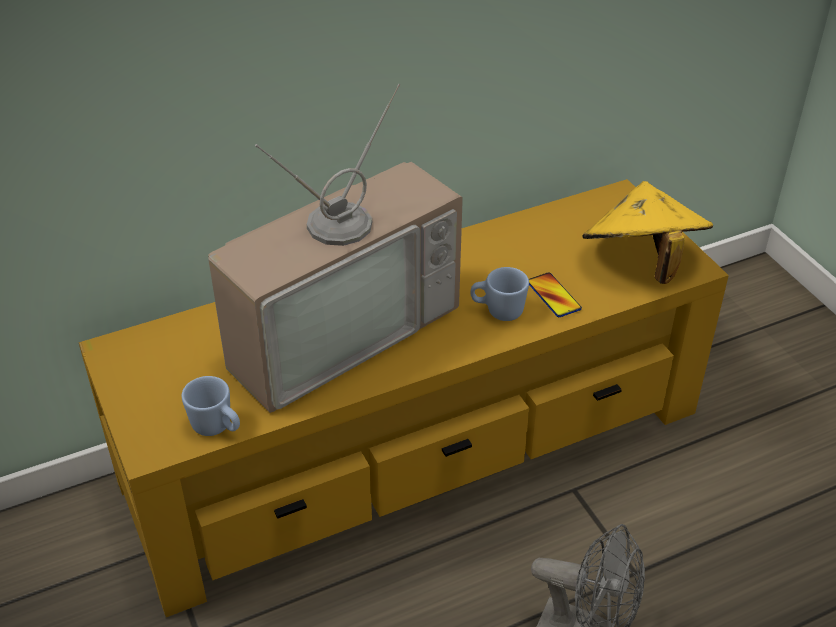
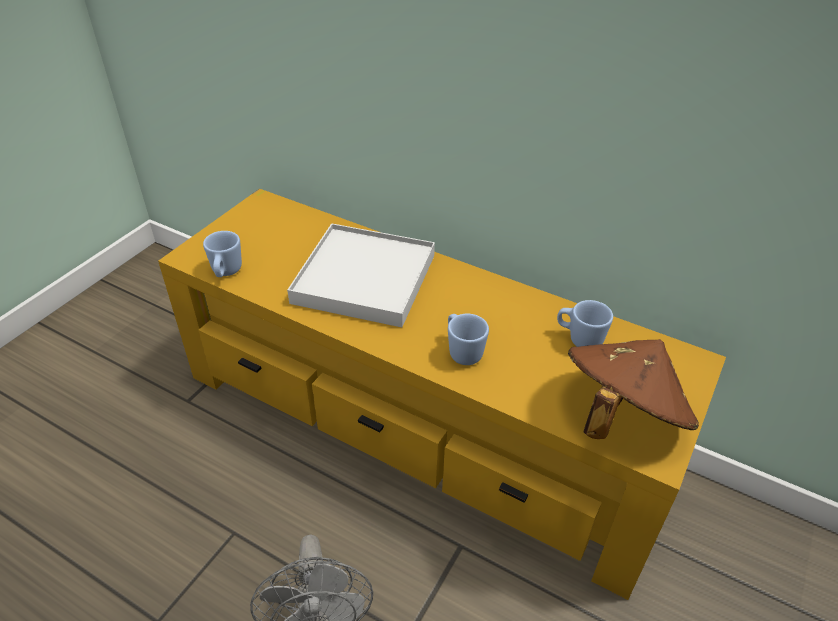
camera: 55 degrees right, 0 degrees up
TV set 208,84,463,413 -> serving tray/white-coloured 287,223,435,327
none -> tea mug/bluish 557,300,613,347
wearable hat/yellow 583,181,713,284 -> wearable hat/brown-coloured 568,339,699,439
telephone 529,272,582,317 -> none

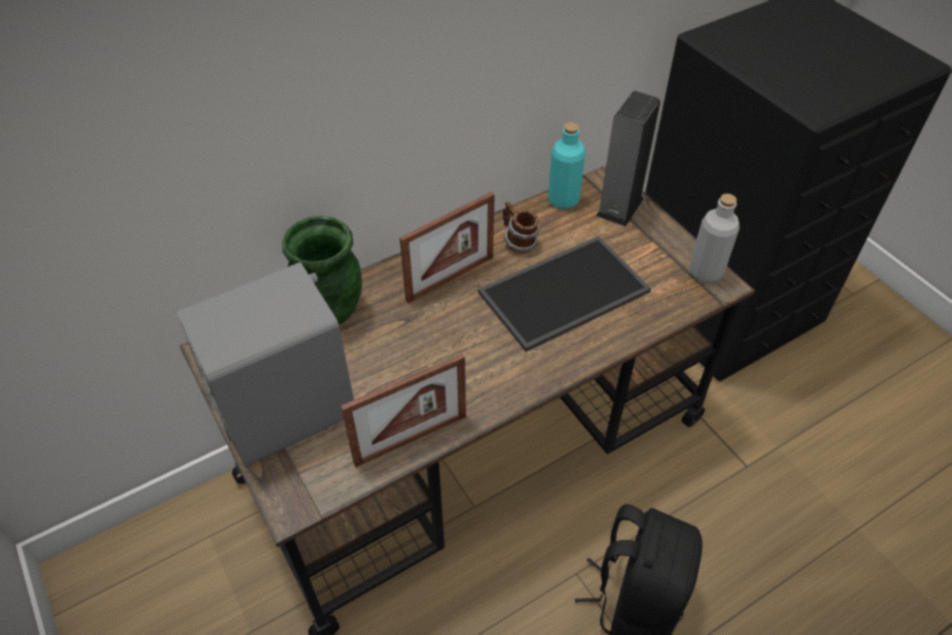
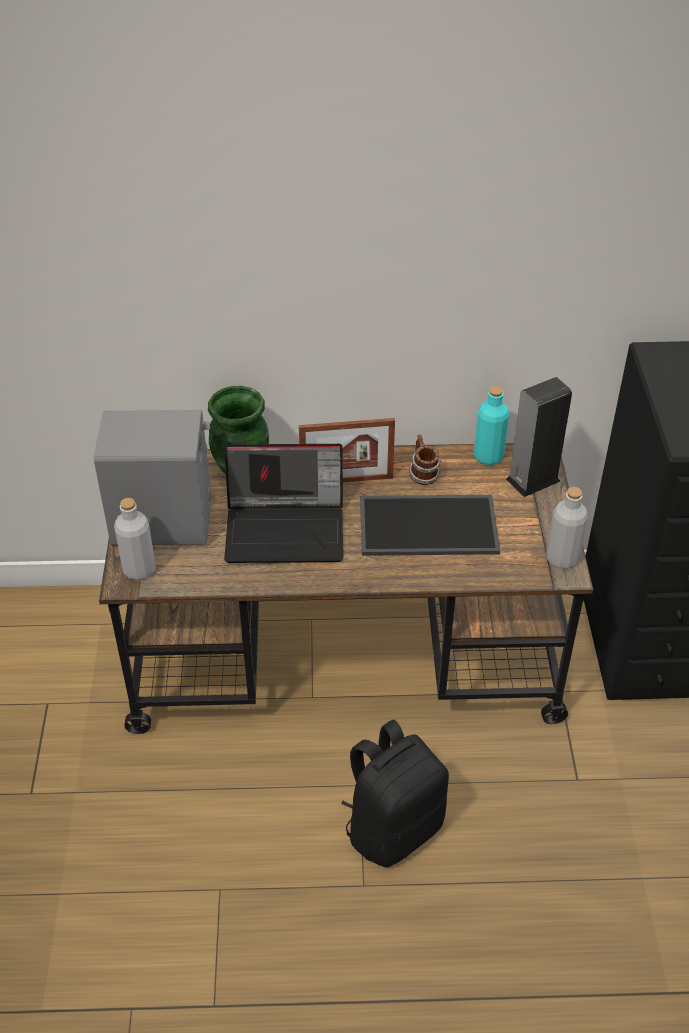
camera: 30 degrees right, 5 degrees down
none -> beverage bottle/gray 114,498,156,580
none -> notebook computer 224,444,343,563
photo frame 341,354,466,467 -> none

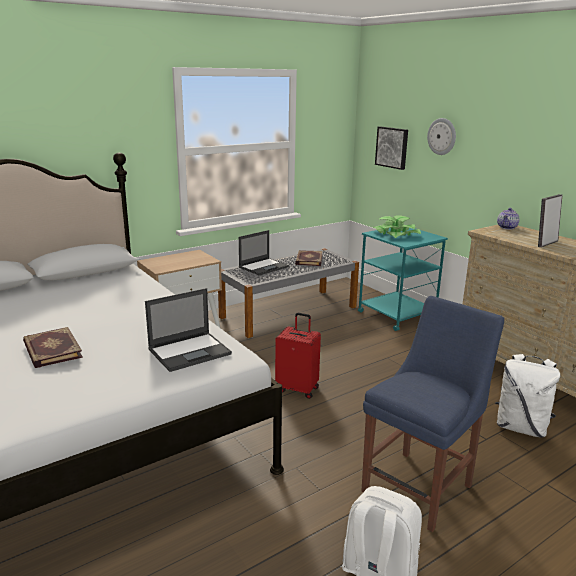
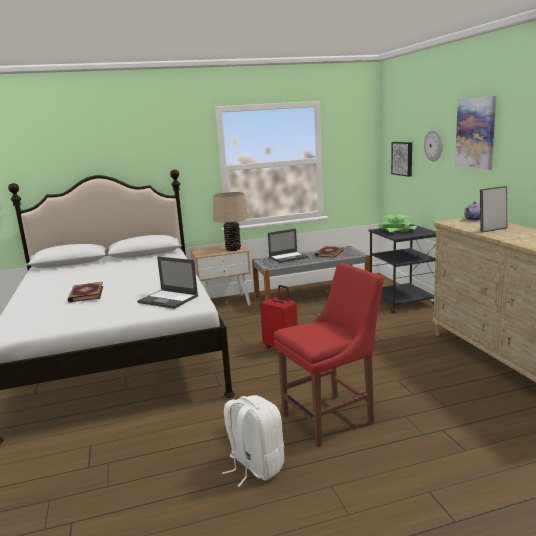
camera: 20 degrees right, 5 degrees down
notebook computer 145,288,232,372 -> notebook computer 137,256,198,309, 45 degrees clockwise
none -> lamp for a table/beige-coloured 213,192,248,251
upright chair/bluish 361,296,504,532 -> upright chair/red 274,263,384,447
trolley/turquoise-coloured 358,228,448,331 -> trolley/black 368,224,436,313
none -> wall picture 455,96,496,170
knapsack/white-coloured 495,354,560,438 -> none

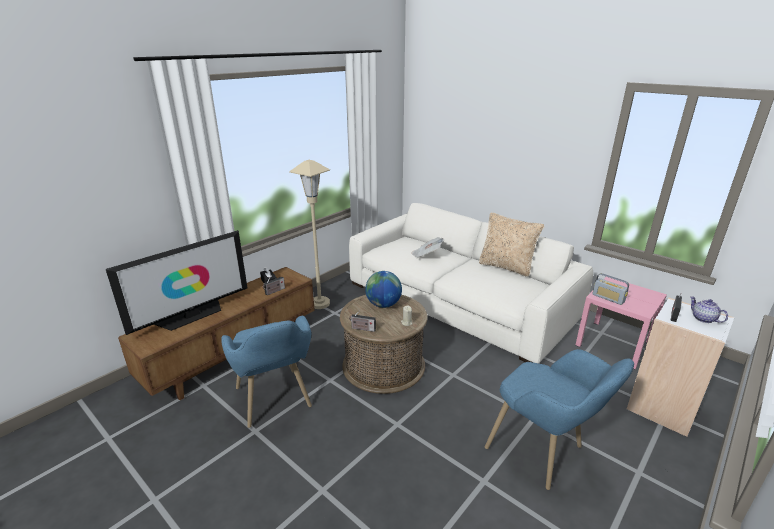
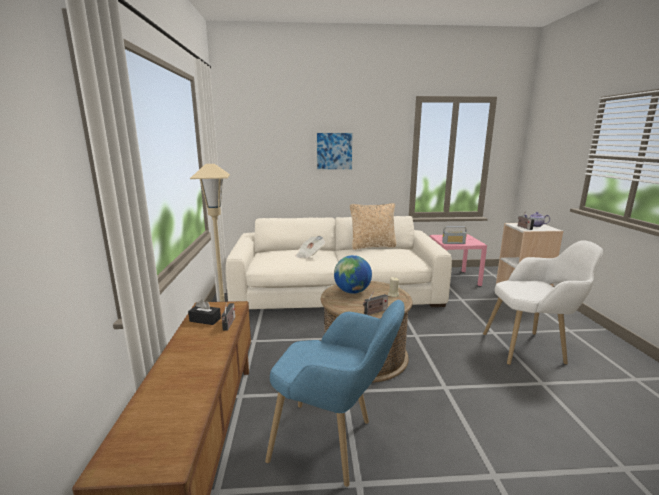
camera: 45 degrees left, 10 degrees down
none -> wall picture 316,132,354,171
armchair/bluish 485,349,634,490 -> armchair/white-coloured 483,240,603,365
TV set 106,230,247,335 -> none

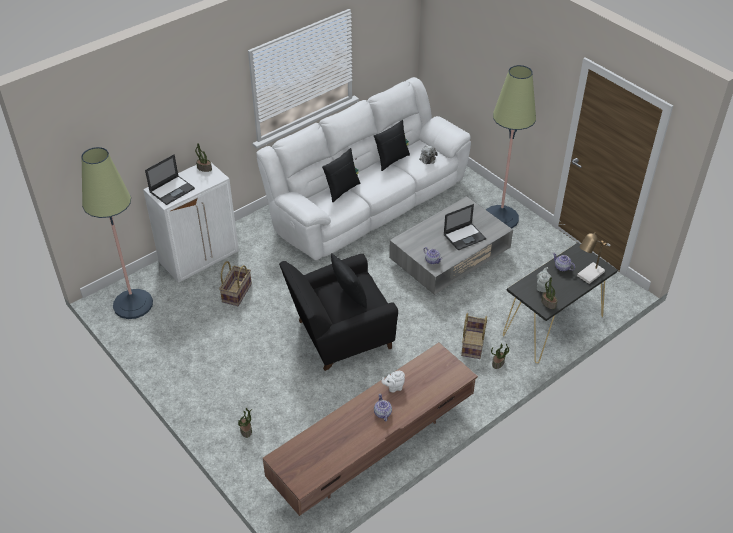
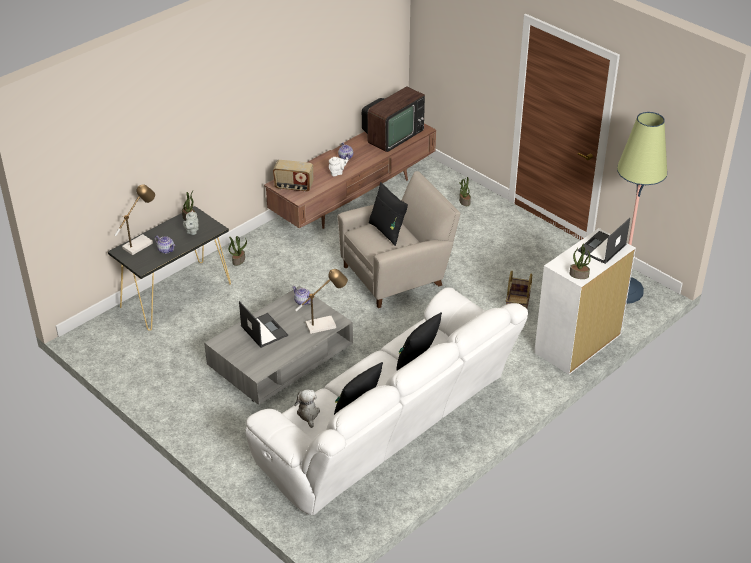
camera: 175 degrees right, 5 degrees down
notebook computer 443,204,486,251 -> notebook computer 239,301,288,348, 90 degrees clockwise
none -> radio set 273,160,313,192
none -> lamp for a table 295,269,348,334
armchair/black 279,254,398,371 -> armchair/beige-coloured 337,171,461,308
none -> TV set 362,86,425,152
basket 461,313,487,359 -> none
floor lamp 486,65,536,228 -> none

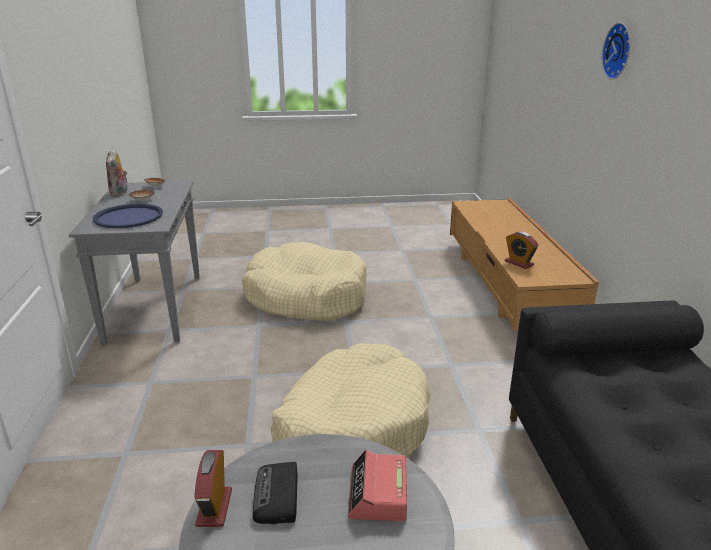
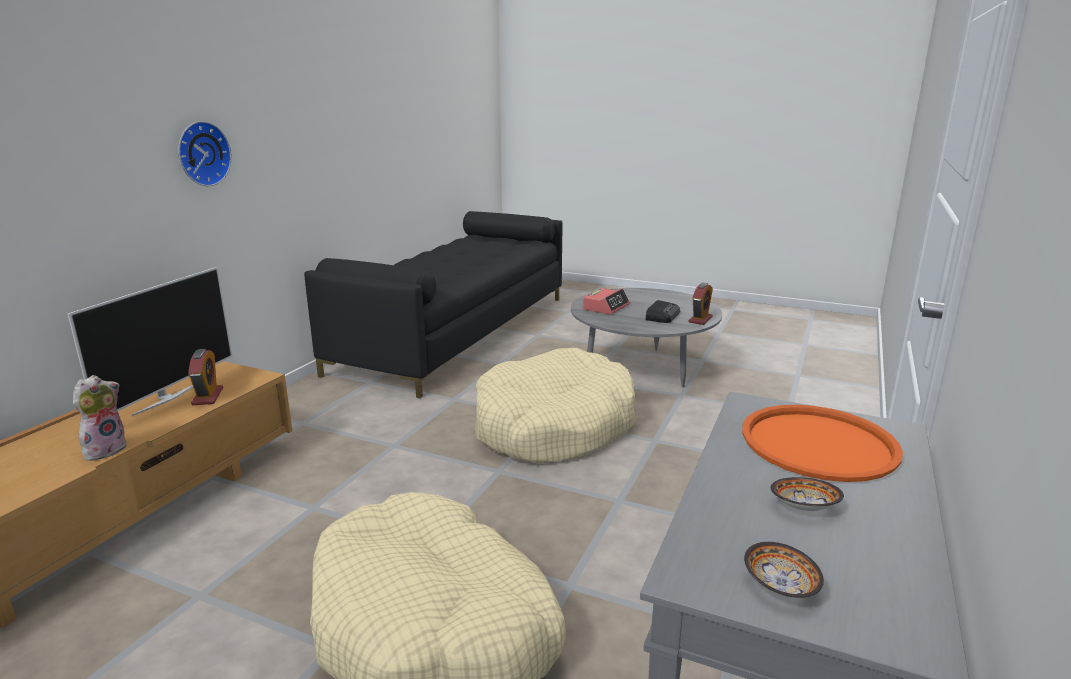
camera: 150 degrees left, 5 degrees down
none -> TV set 68,267,233,416
cuddly toy 106,148,127,197 -> cuddly toy 73,375,127,461, moved
clock on the wall 602,23,630,79 -> clock on the wall 178,121,232,186, moved
serving tray/bluish 93,204,163,228 -> serving tray/orange-coloured 742,405,903,482

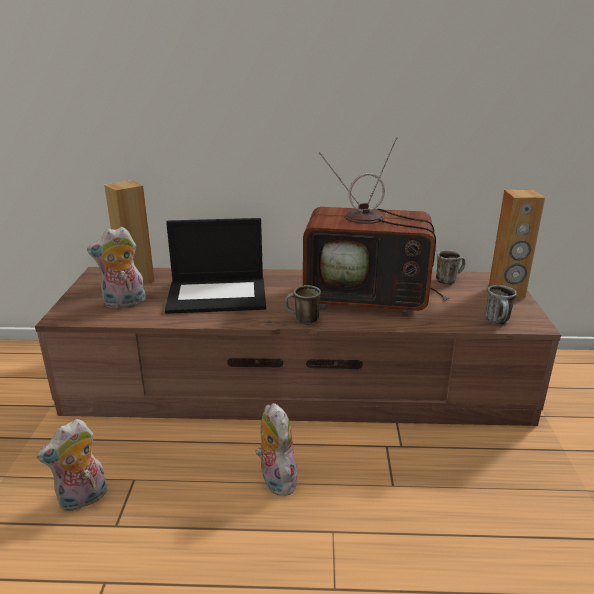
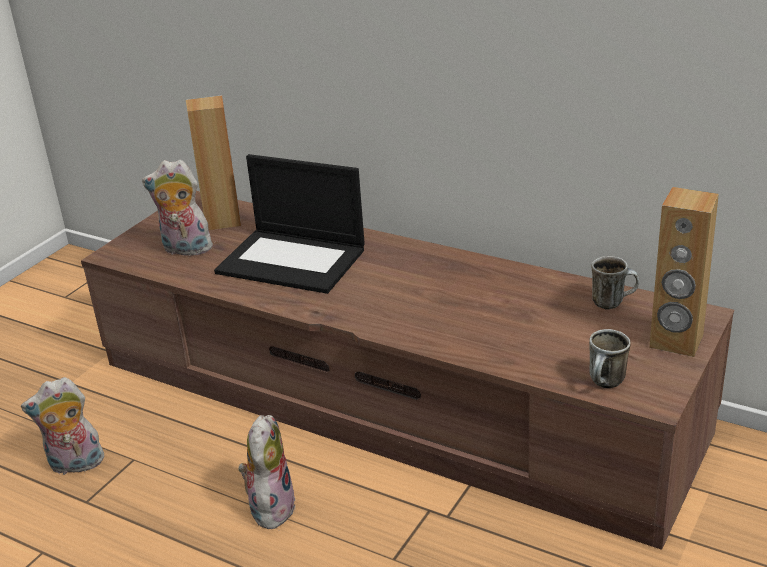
camera: 30 degrees right, 5 degrees up
tea mug 285,285,321,325 -> none
TV set 303,137,450,314 -> none

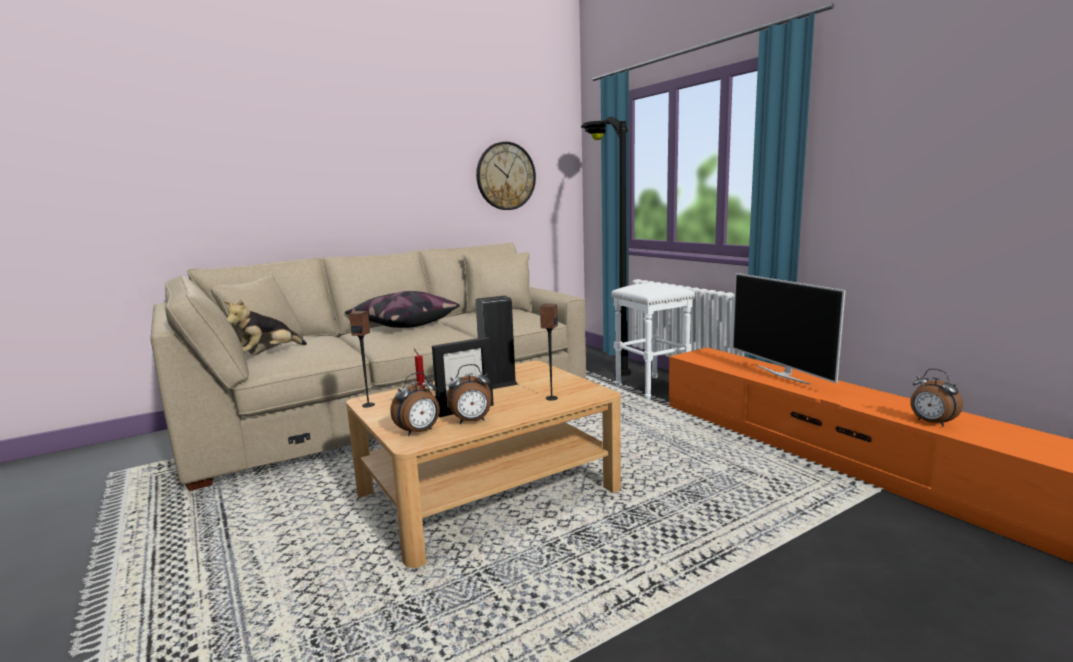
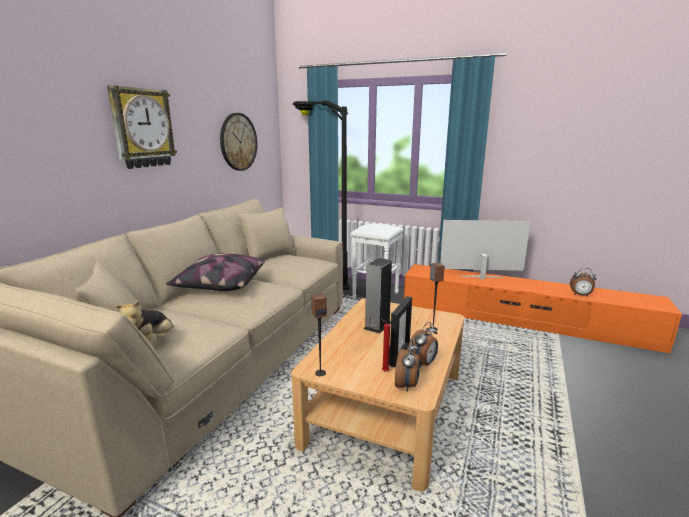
camera: 35 degrees left, 5 degrees up
none -> clock on the wall 107,85,177,169
TV set 732,273,846,385 -> TV set 440,220,531,279, 150 degrees clockwise

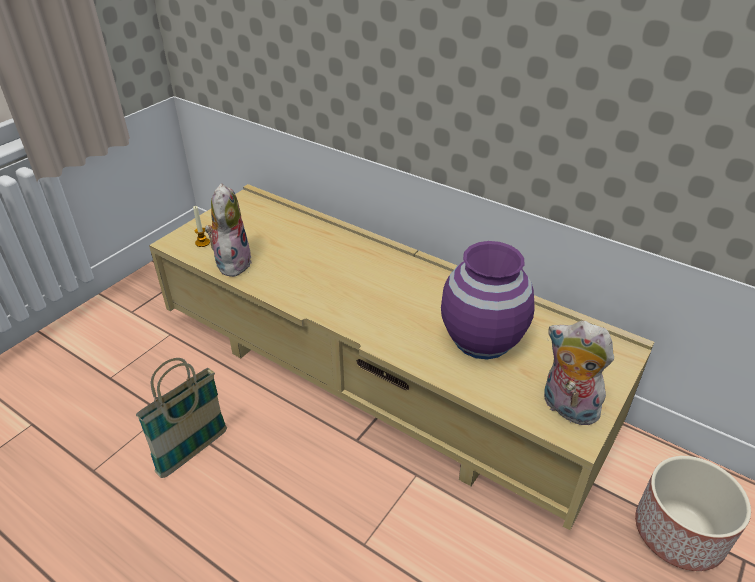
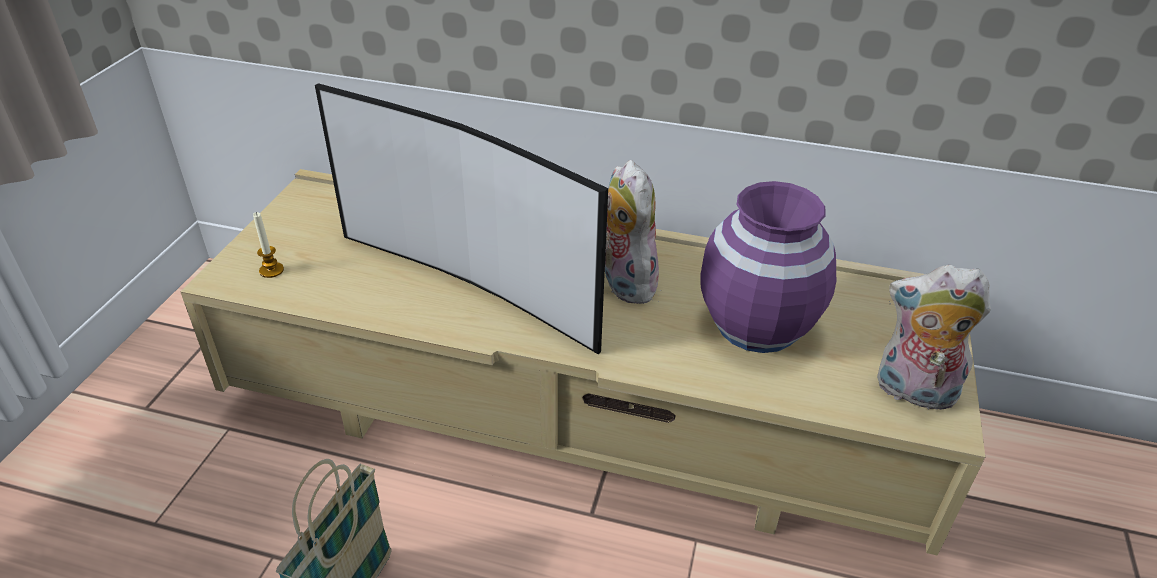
camera: 20 degrees left, 0 degrees up
none -> TV set 315,83,608,354
cuddly toy 205,183,252,277 -> cuddly toy 605,160,659,304, moved
planter 635,456,751,571 -> none

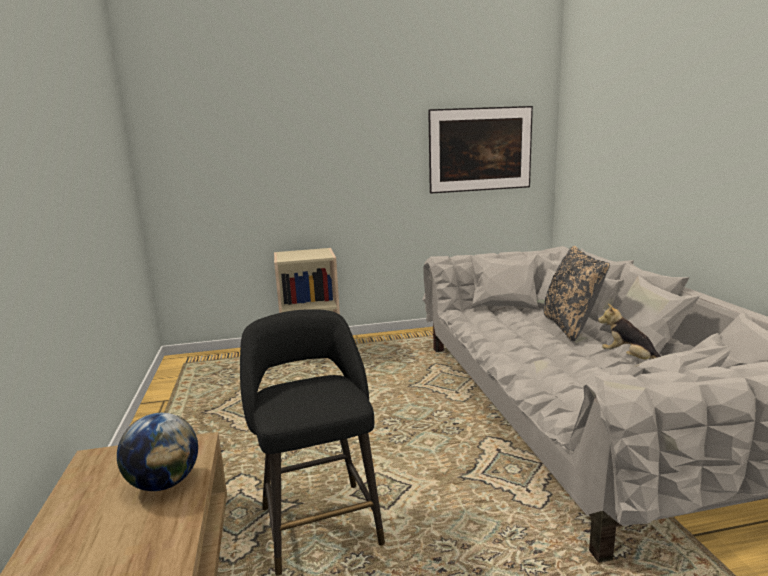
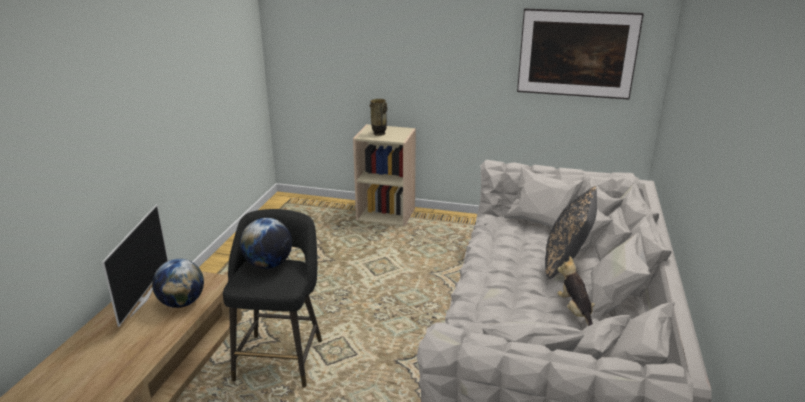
camera: 25 degrees right, 10 degrees up
none -> TV set 102,204,168,327
none -> globe 240,218,292,269
none -> flower vase 369,99,388,136

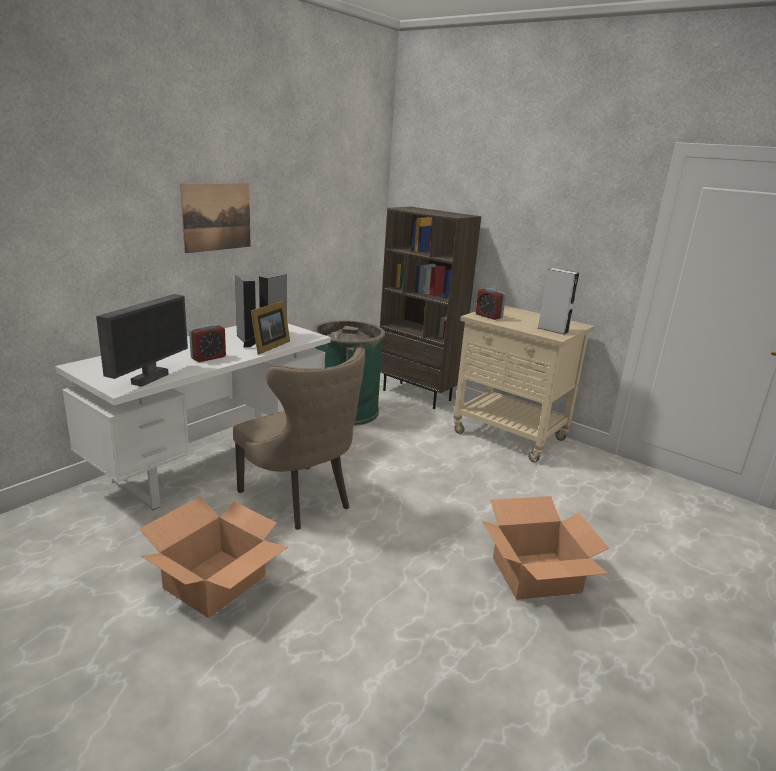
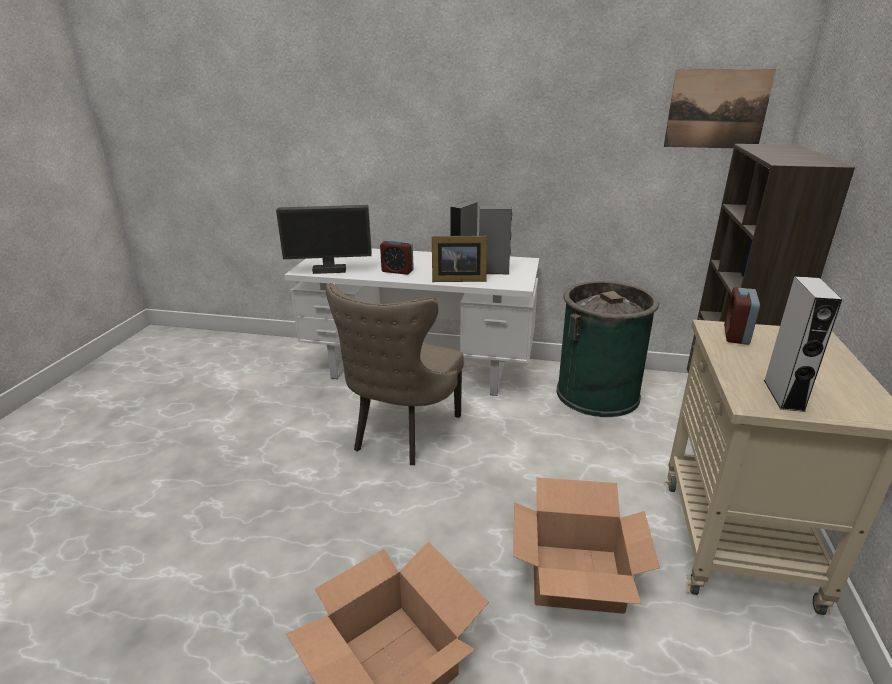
camera: 65 degrees right, 5 degrees up
cardboard box 139,496,288,618 -> cardboard box 513,477,660,614, moved
wall picture 180,183,251,253 -> wall picture 664,69,776,148, moved

